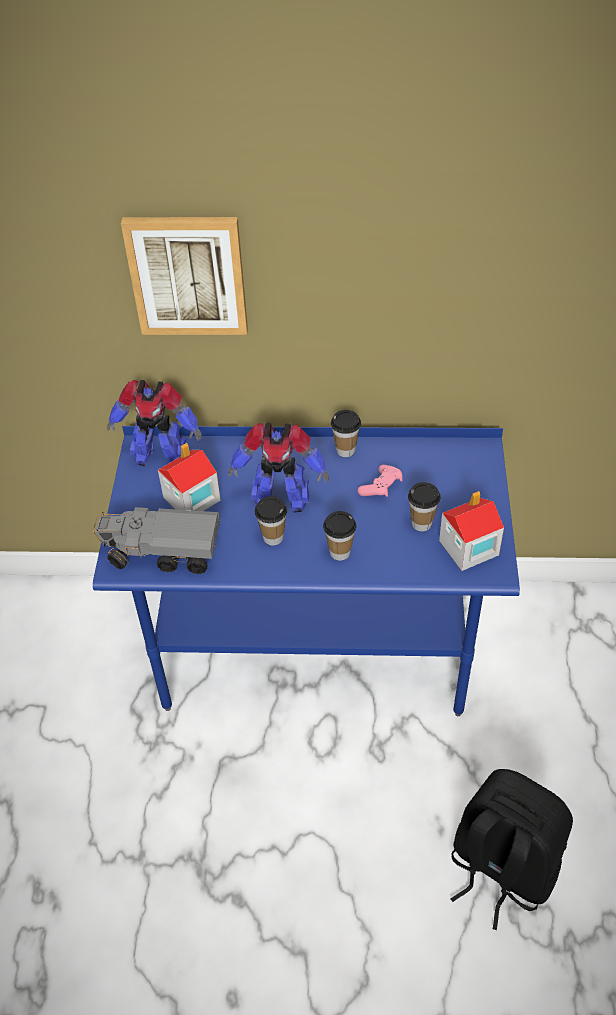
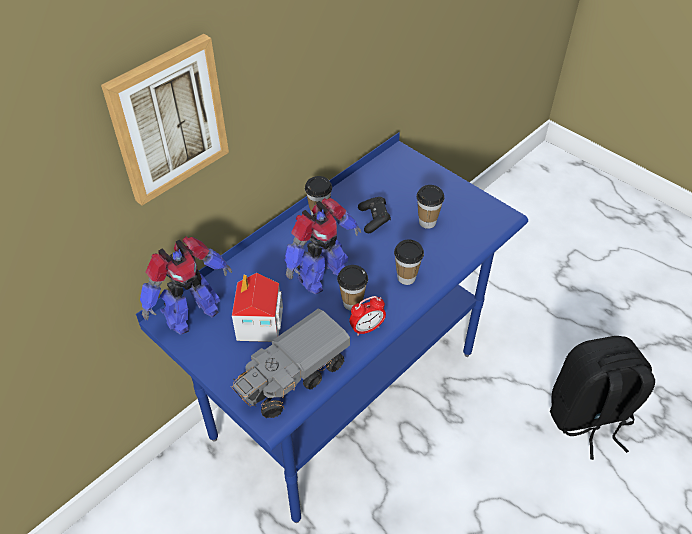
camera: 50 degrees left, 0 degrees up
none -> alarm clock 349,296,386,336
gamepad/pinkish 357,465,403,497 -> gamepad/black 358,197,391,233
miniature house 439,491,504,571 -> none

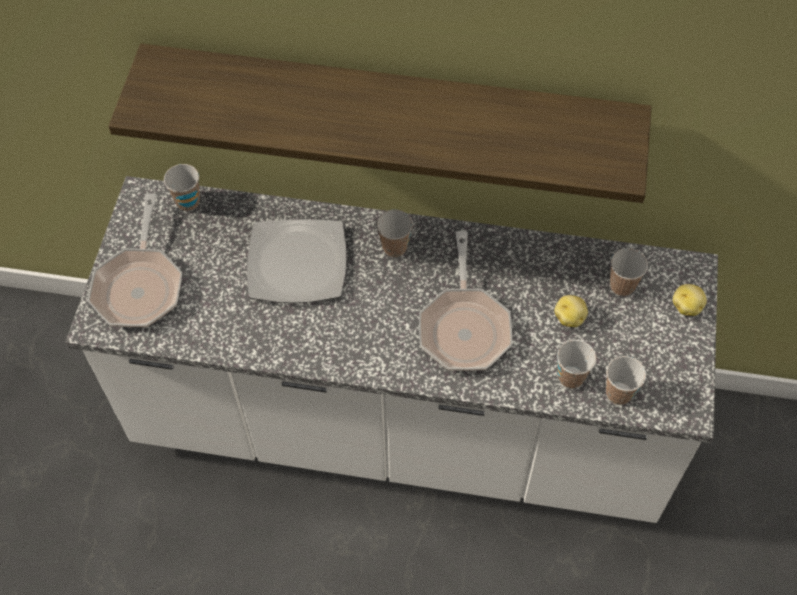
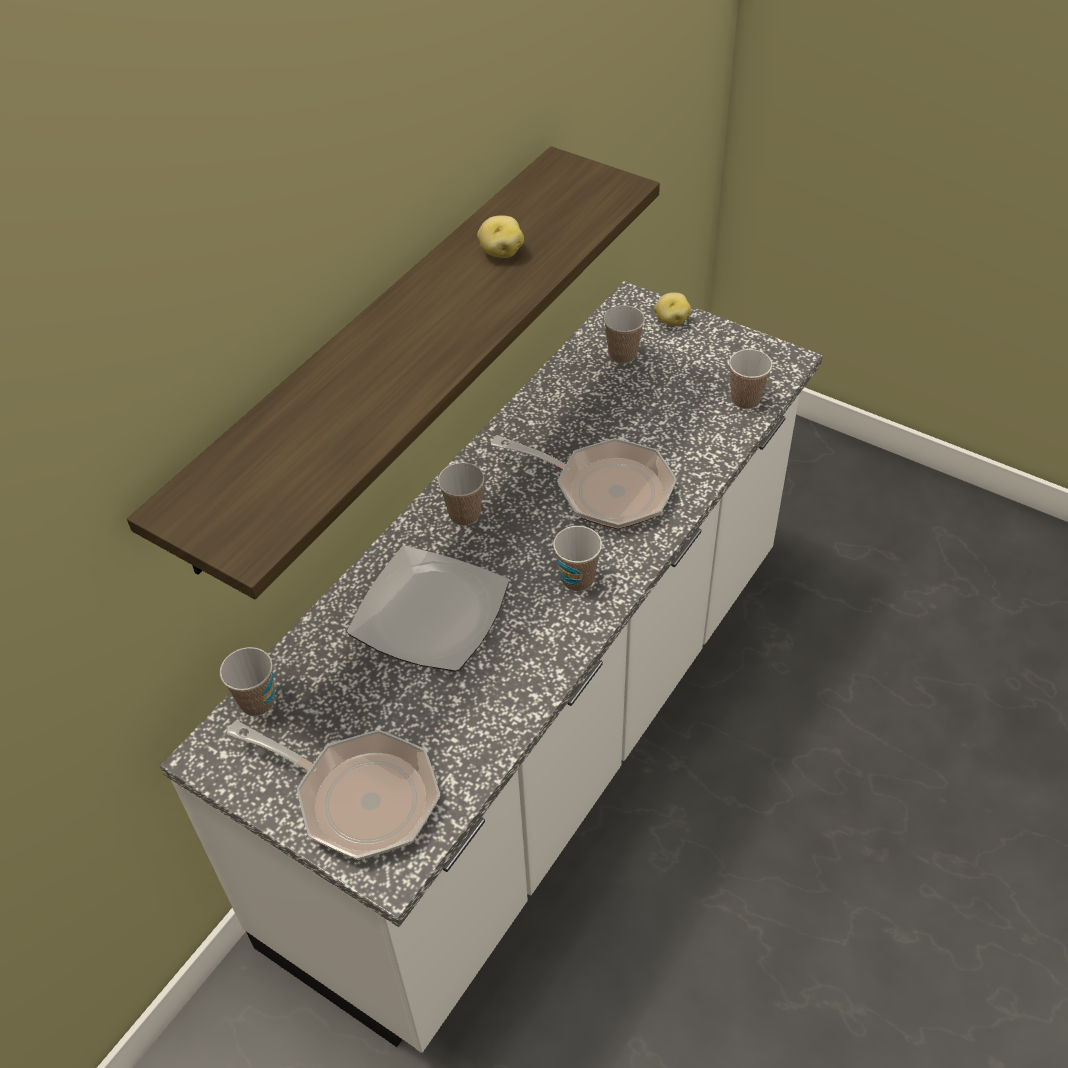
camera: 65 degrees left, 10 degrees down
potato 555,295,588,327 -> potato 477,215,524,258, moved
cup 557,340,596,389 -> cup 553,526,602,592, moved

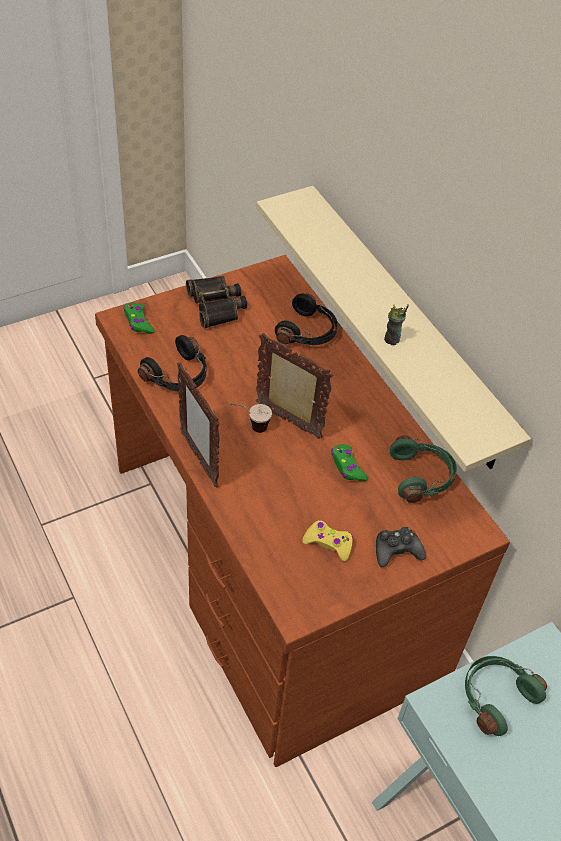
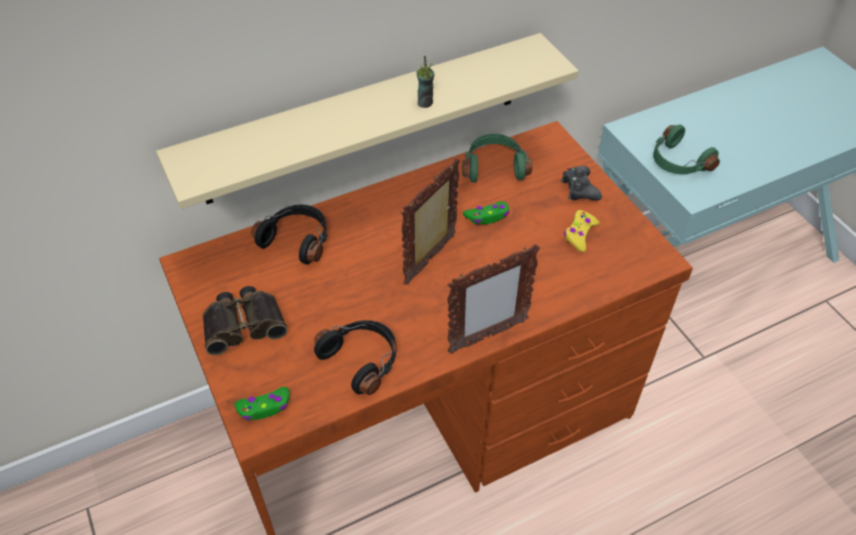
camera: 85 degrees left, 0 degrees up
cup 230,403,272,433 -> none

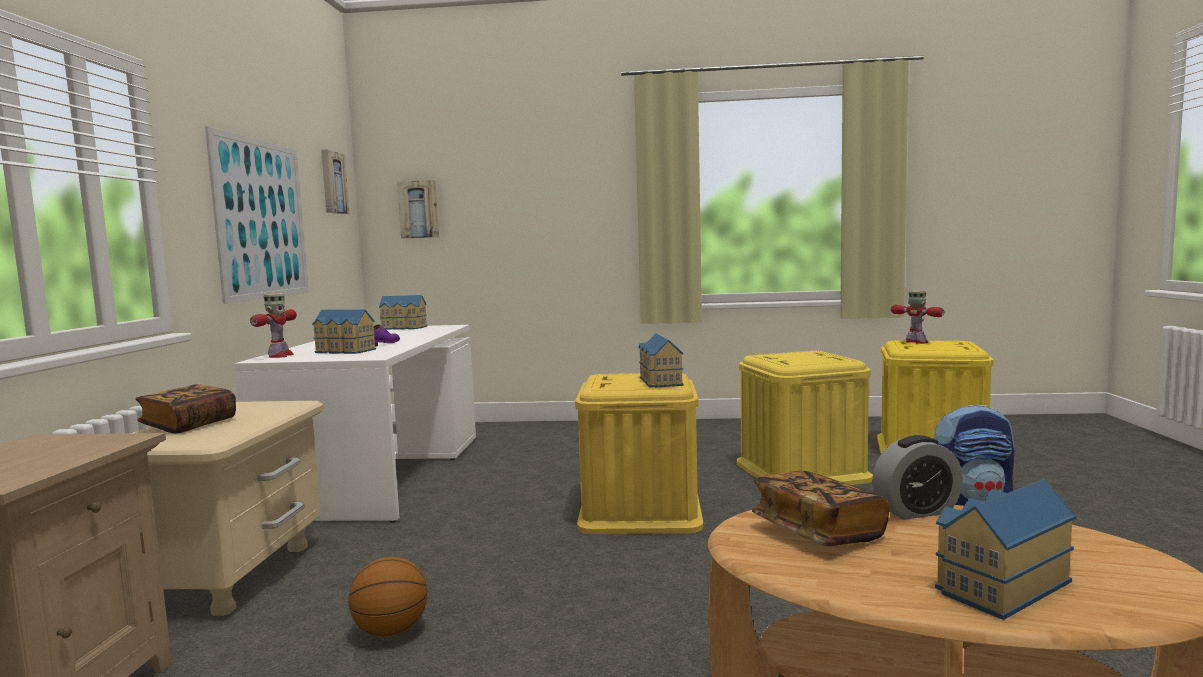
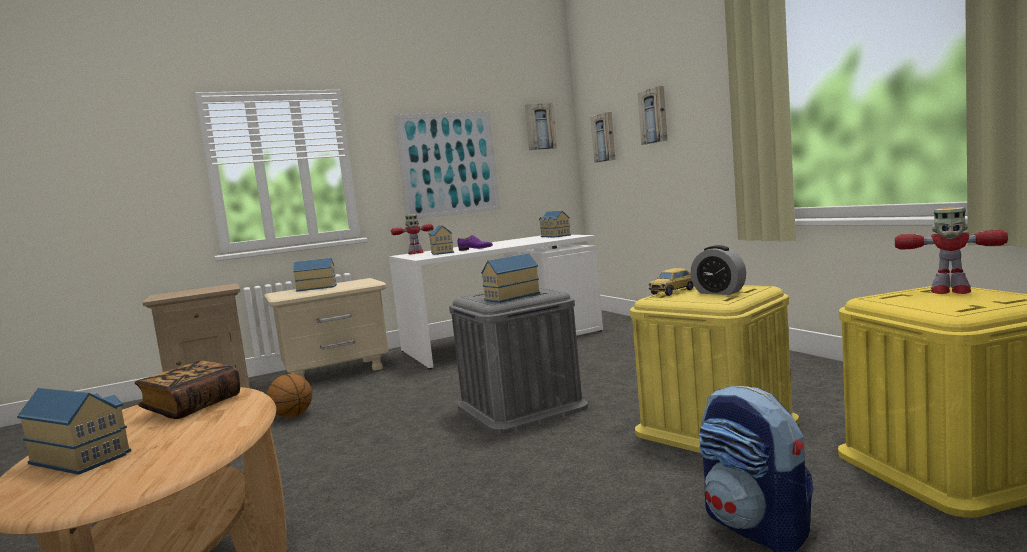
camera: 60 degrees right, 0 degrees up
volume 136,384,236,434 -> miniature house 293,258,337,292
storage bin/yellow 575,373,703,534 -> storage bin/gray 449,287,588,434
none -> wall picture 637,86,668,145
none -> model car 649,268,693,296
alarm clock 872,435,963,520 -> alarm clock 691,245,746,295, moved
toy robot 891,290,944,344 -> toy robot 895,207,1008,294, 90 degrees clockwise

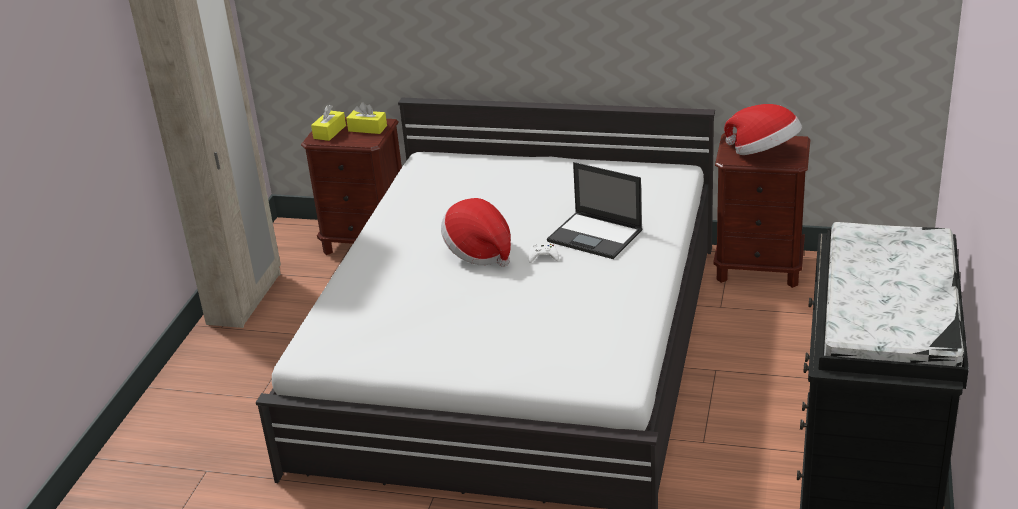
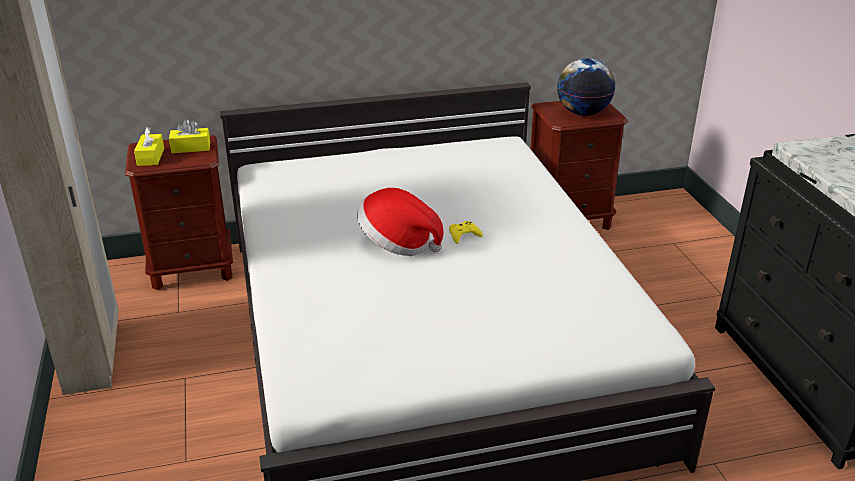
camera: 30 degrees left, 0 degrees up
gamepad/white-coloured 528,243,559,263 -> gamepad/yellow 449,221,482,244
wearable hat 724,104,802,155 -> globe 557,58,615,116
notebook computer 547,162,642,259 -> none

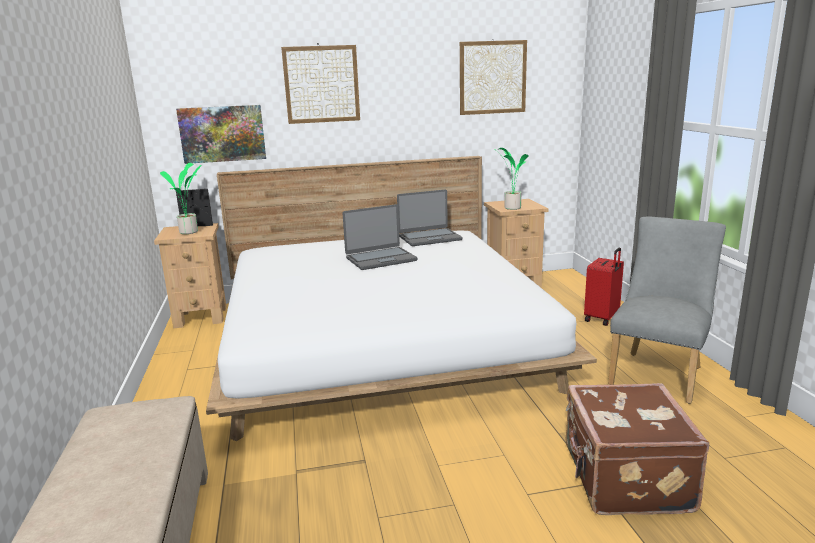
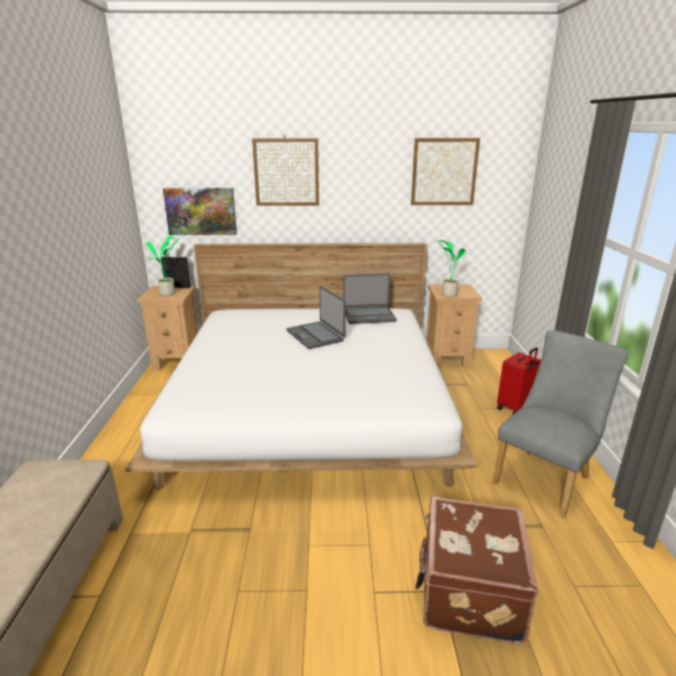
camera: 10 degrees right, 5 degrees up
notebook computer 342,204,418,270 -> notebook computer 287,286,346,349, 75 degrees clockwise

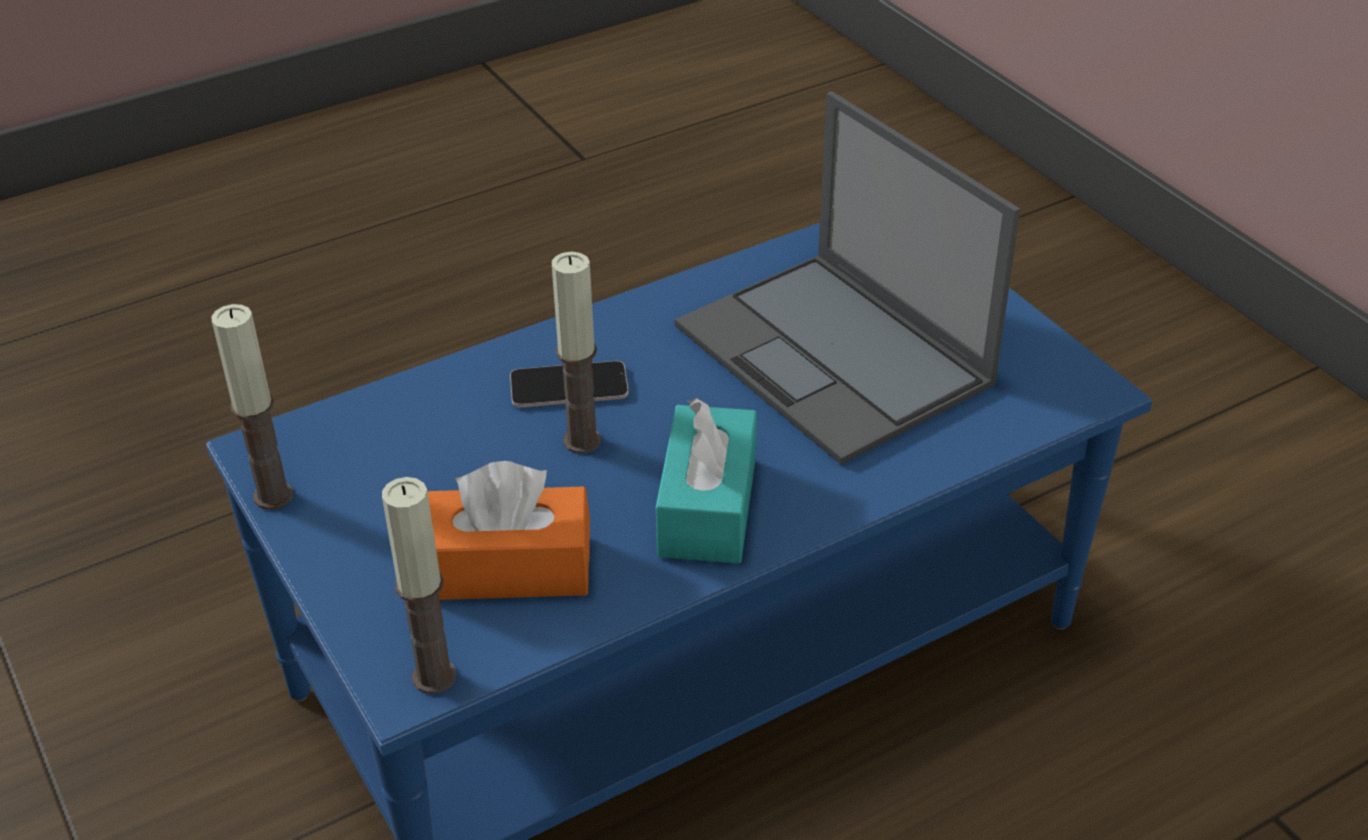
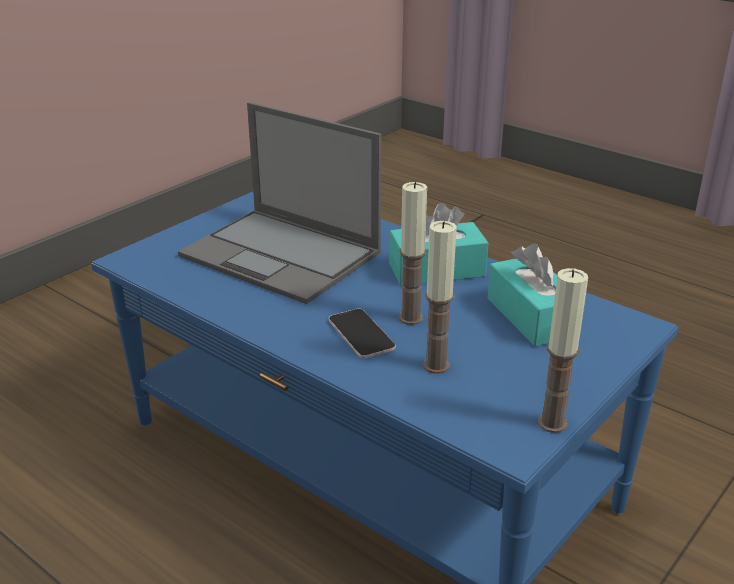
camera: 110 degrees left, 10 degrees down
notebook computer 675,91,1020,465 -> notebook computer 178,102,382,304, 90 degrees clockwise
wax light 382,477,457,694 -> wax light 423,221,457,374, moved
tissue holder/orange-coloured 427,461,590,600 -> tissue holder/turquoise-coloured 487,243,585,346

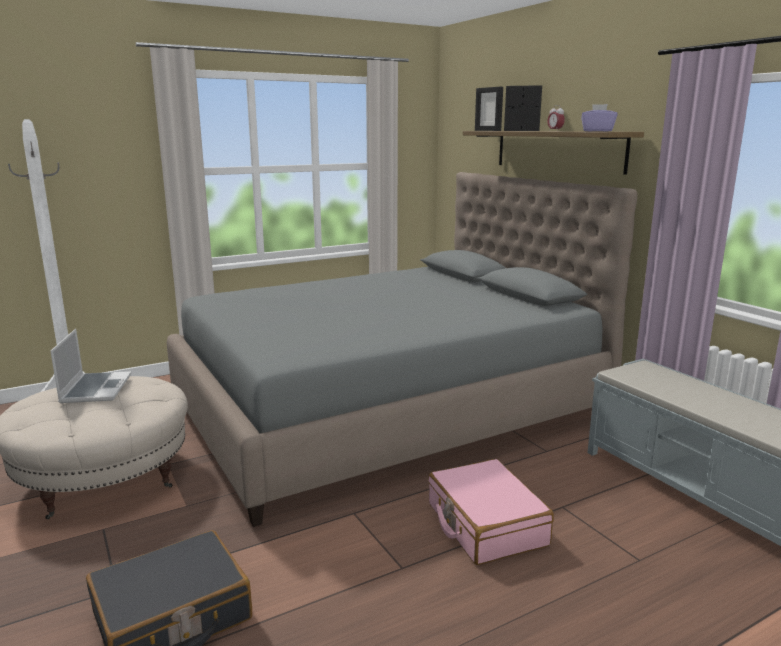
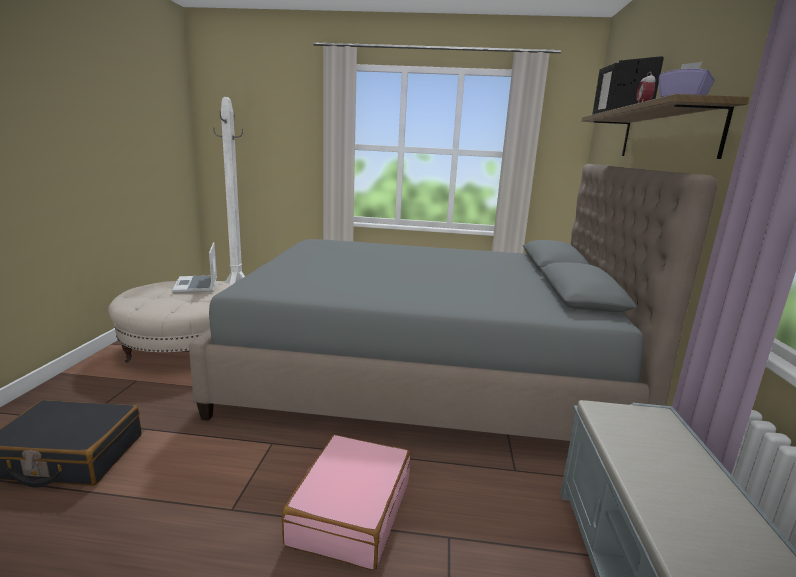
camera: 35 degrees right, 0 degrees up
notebook computer 50,329,131,403 -> notebook computer 172,242,217,293, 135 degrees clockwise

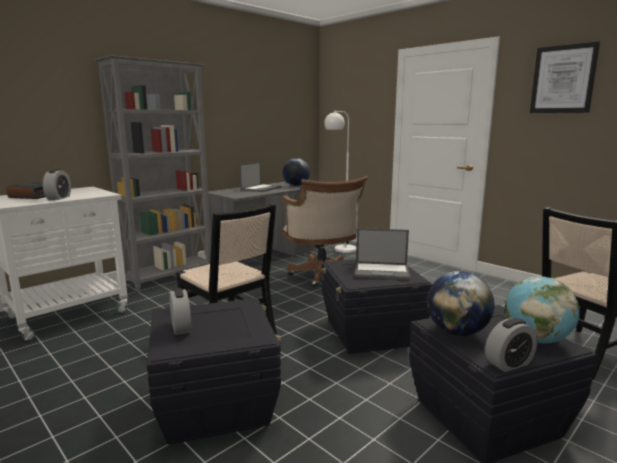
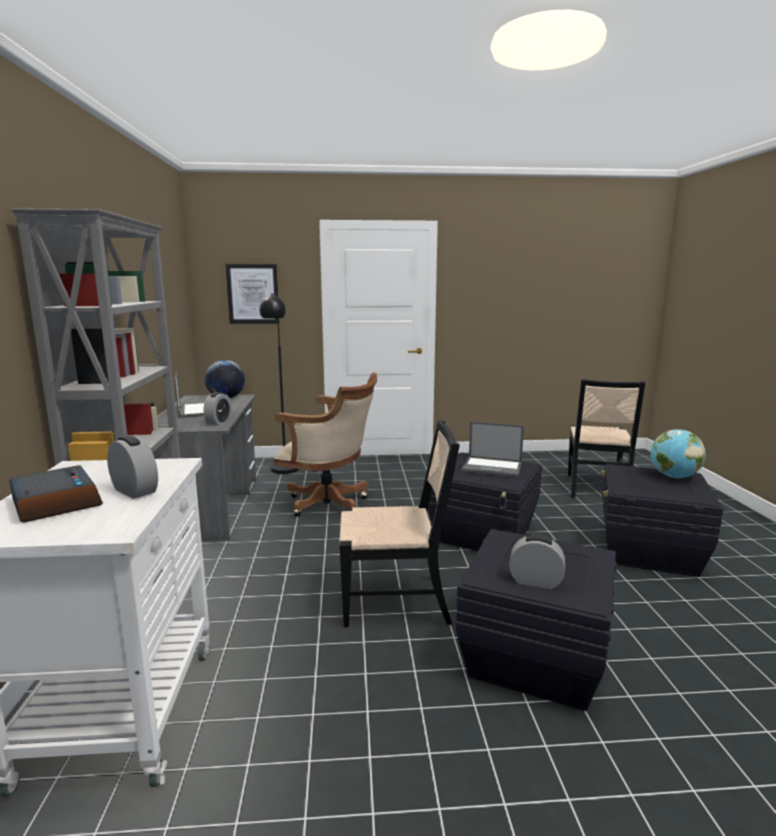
camera: 50 degrees left, 0 degrees up
alarm clock 485,318,538,372 -> alarm clock 203,392,232,425, moved
wall picture 530,41,600,113 -> wall picture 226,264,278,324, moved
floor lamp/white-coloured 324,111,357,253 -> floor lamp/black 259,293,299,474
notebook computer 355,228,410,280 -> notebook computer 462,422,524,477, 60 degrees clockwise
globe 427,271,495,336 -> none

